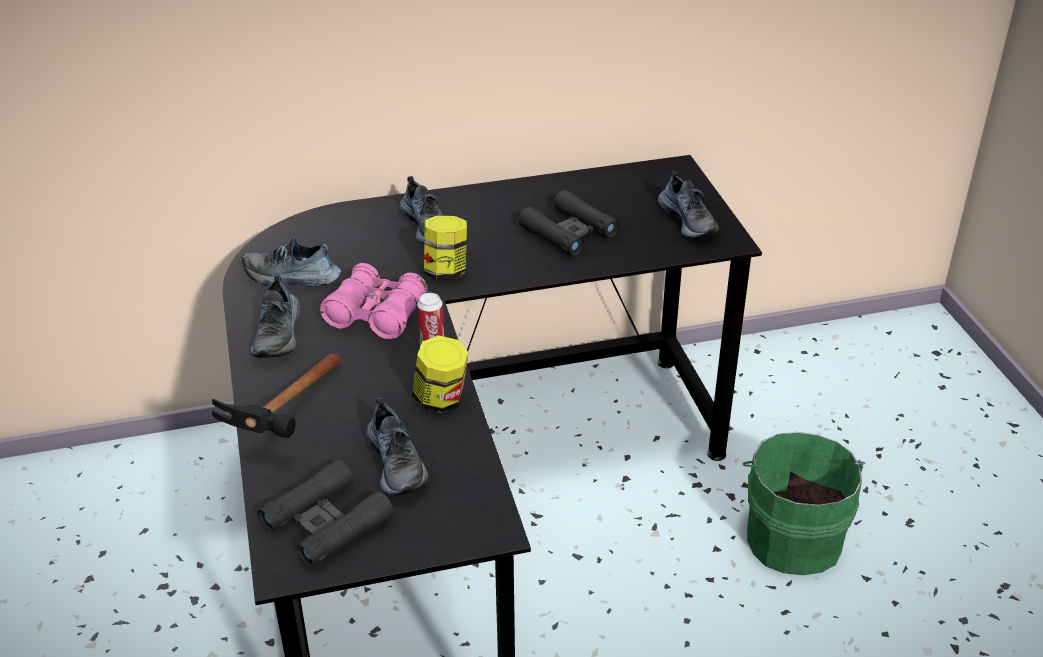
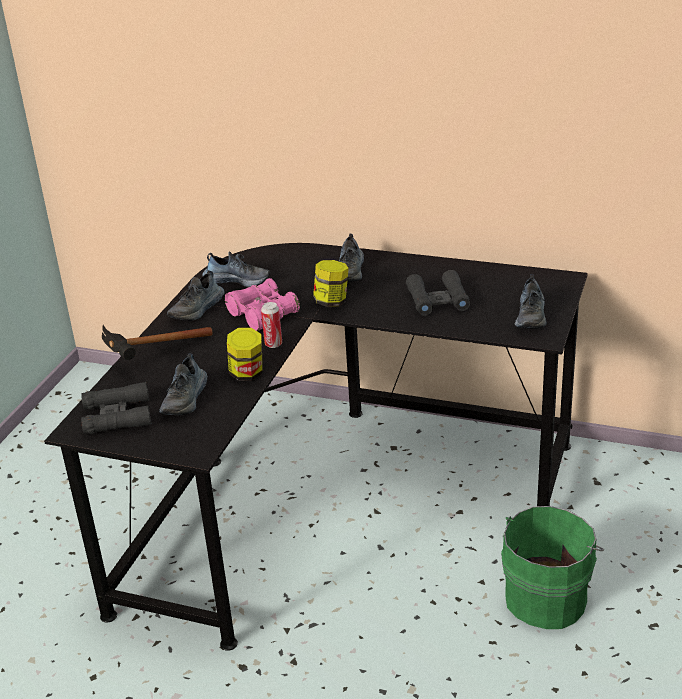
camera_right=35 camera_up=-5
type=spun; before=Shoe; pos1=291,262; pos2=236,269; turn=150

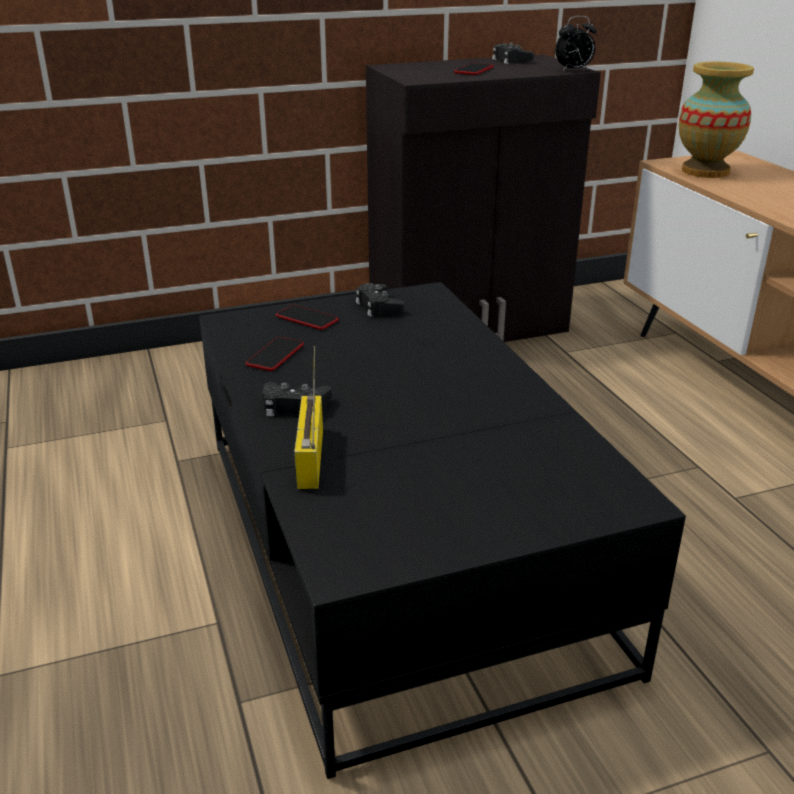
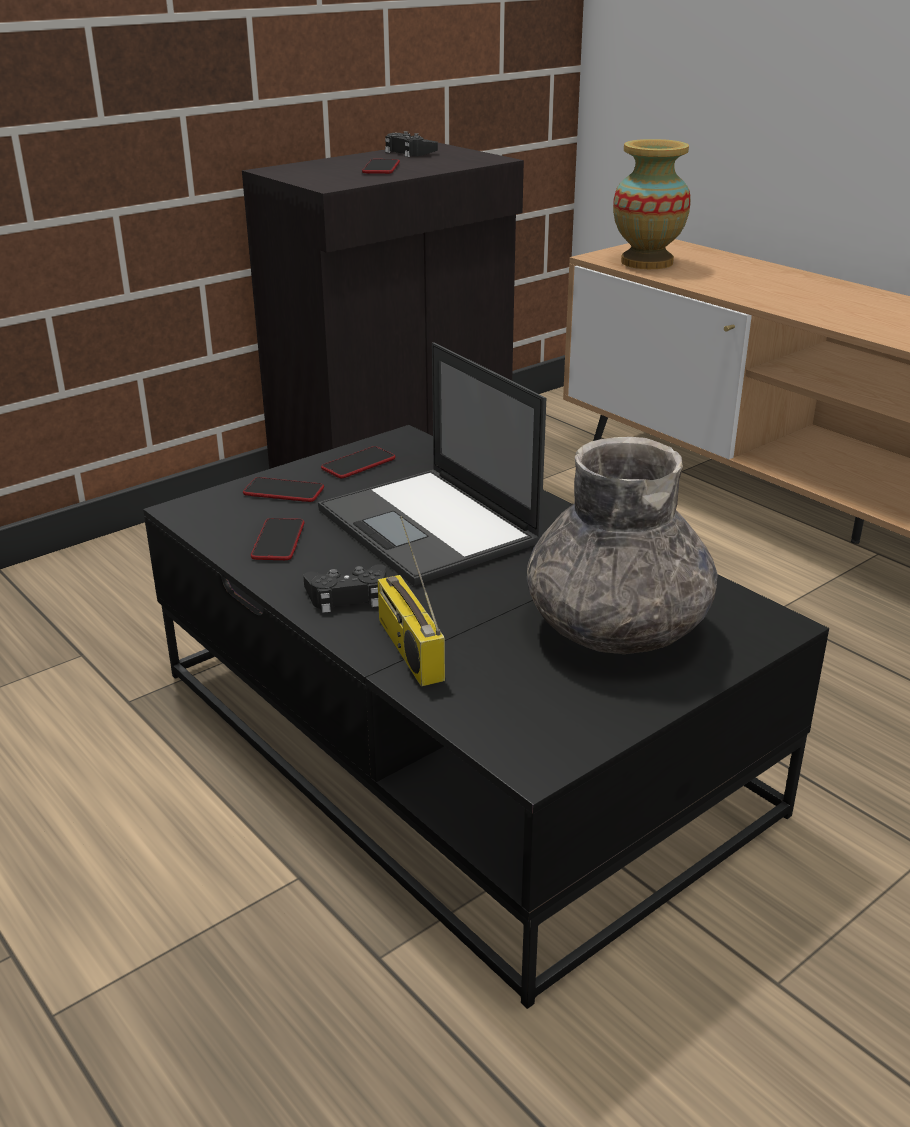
camera_right=-20 camera_up=0
type=appeared; after=Laptop; pos2=432,464
type=exchanged; before=BlackGameController; after=Phone; pos1=380,300; pos2=358,462
type=appeared; after=GreyVase; pos2=622,545
type=missing; before=AlarmClock; pos1=576,43

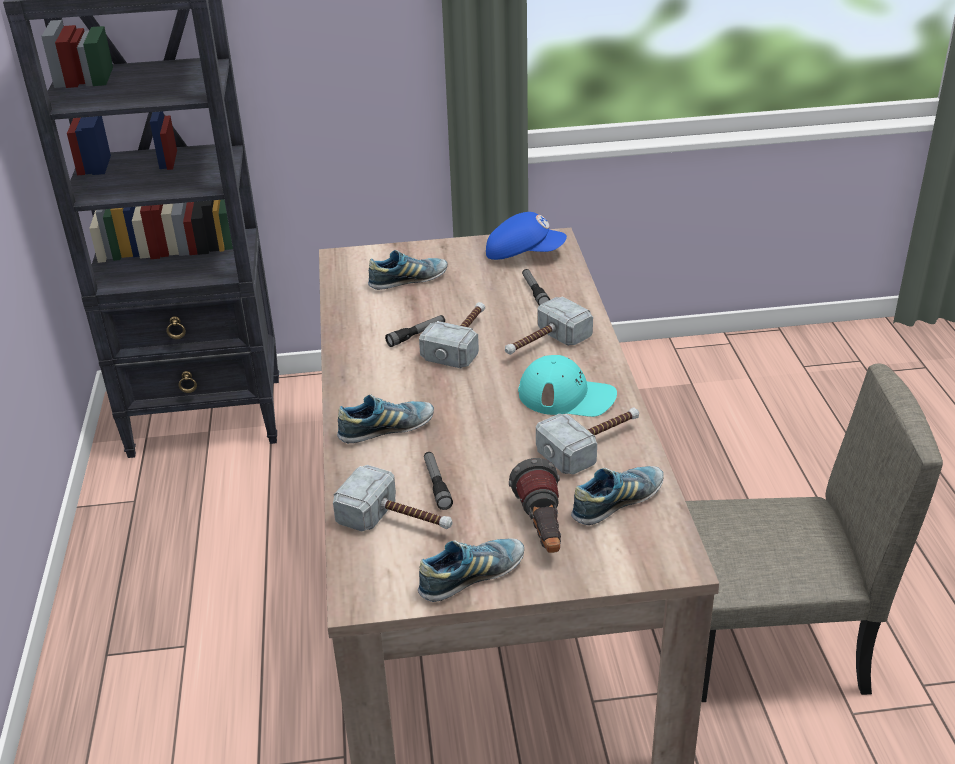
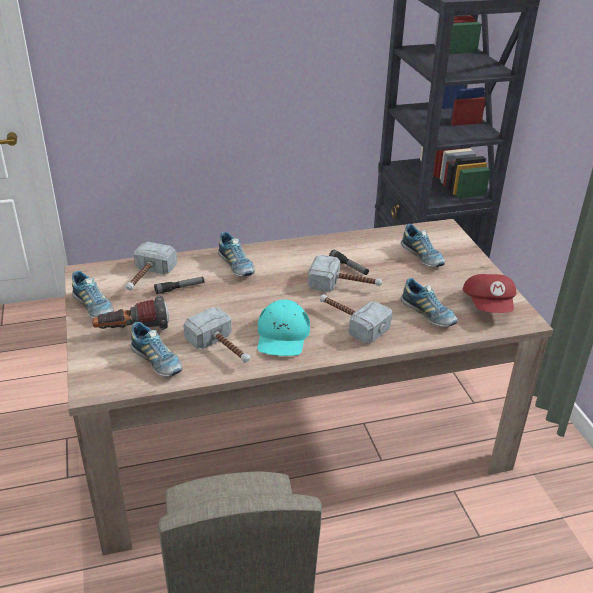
camera_right=80 camera_up=0
type=exchanged; before=Flashlight; after=Shoe; pos1=536,287; pos2=429,302
type=colour; before=BlueCap; after=RedCap; pos1=526,236; pos2=490,293

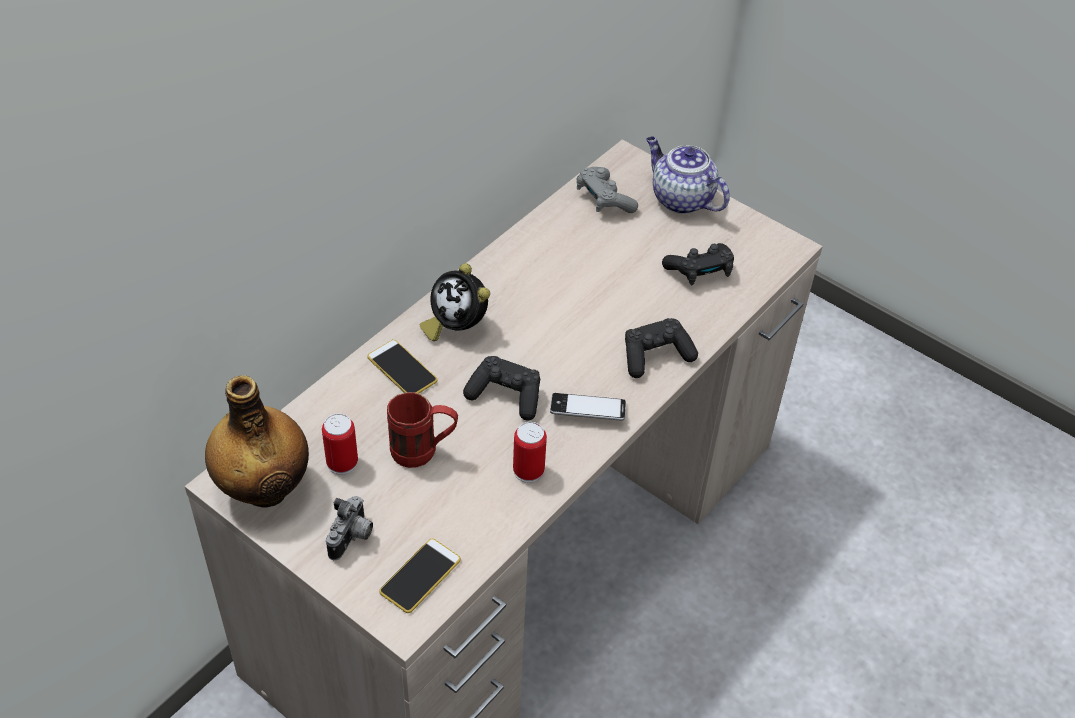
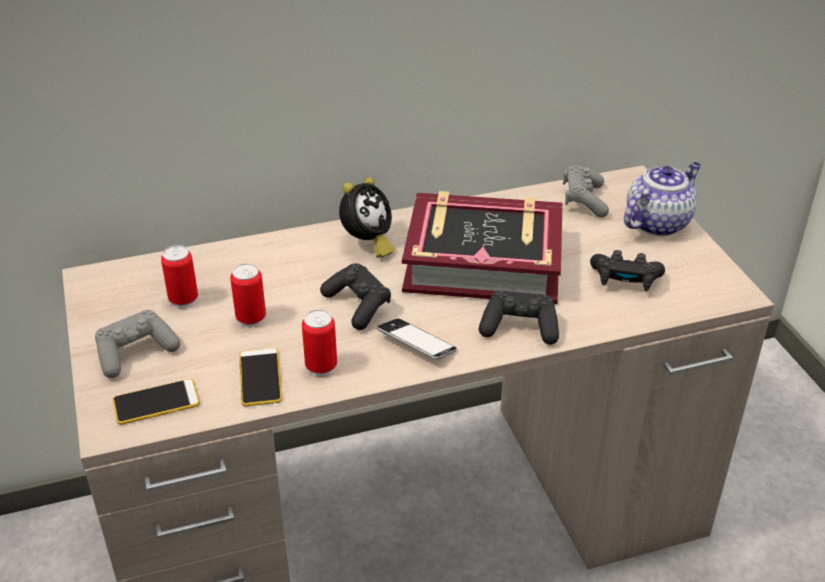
camera_right=35 camera_up=-10
type=exchanged; before=PhotoCamera; after=GreyGameController; pos1=349,528; pos2=137,344
type=exchanged; before=RedMug; after=Can; pos1=422,430; pos2=248,295
type=relocated; before=Phone; pos1=402,367; pos2=260,377
type=spun; before=AlarmClock; pos1=455,302; pos2=367,217; turn=-135
type=appeared; after=Book; pos2=482,247
type=spun; before=Teapot; pos1=688,175; pos2=662,199; turn=60
type=missing; before=Bottle; pos1=257,441

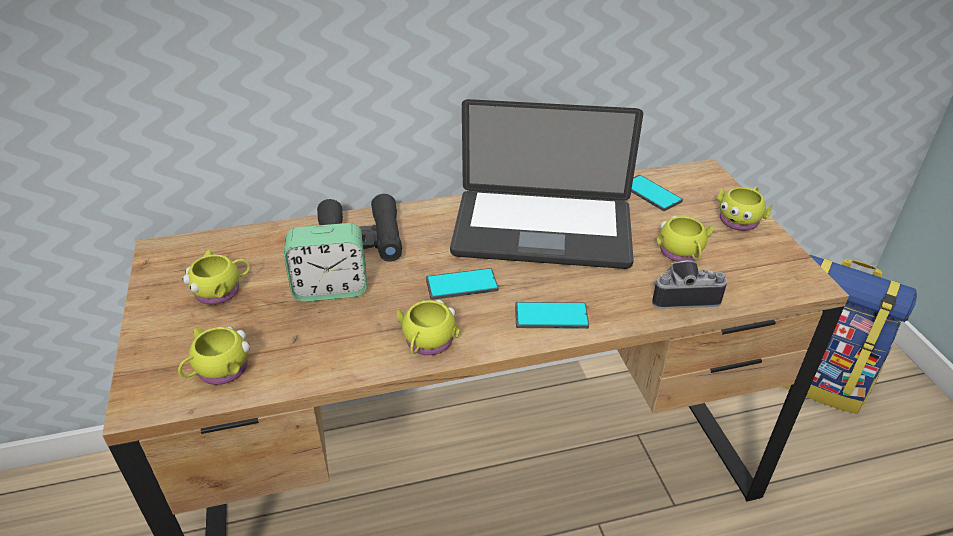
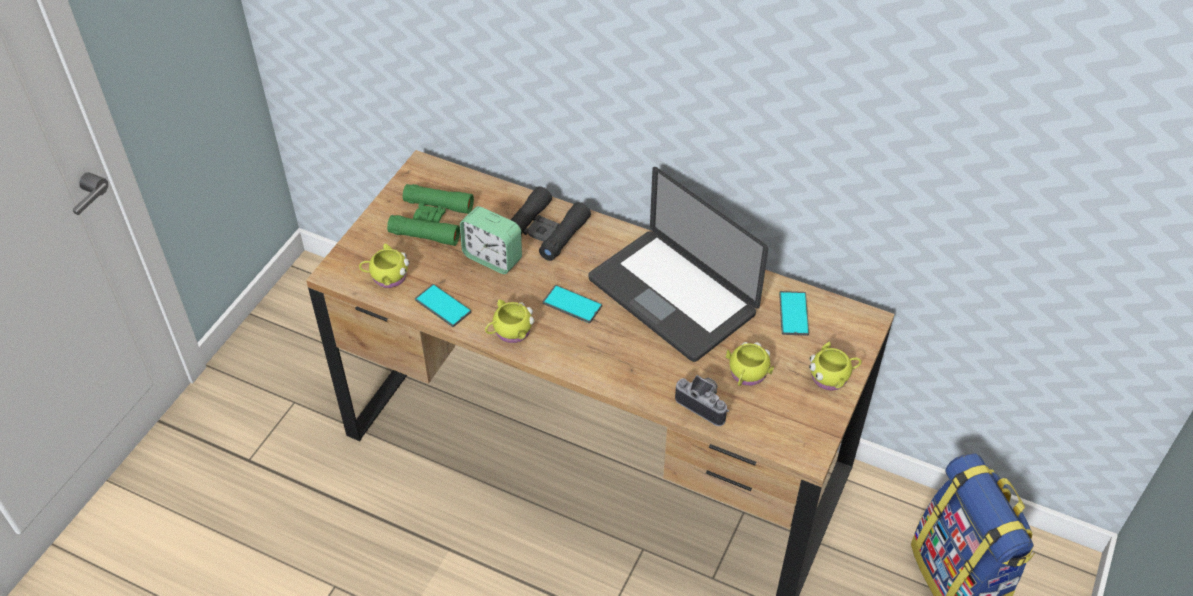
camera_right=40 camera_up=10
type=exchanged; before=YellowMug; after=GreenBinoculars; pos1=216,277; pos2=430,215
type=relocated; before=Phone; pos1=552,315; pos2=443,305

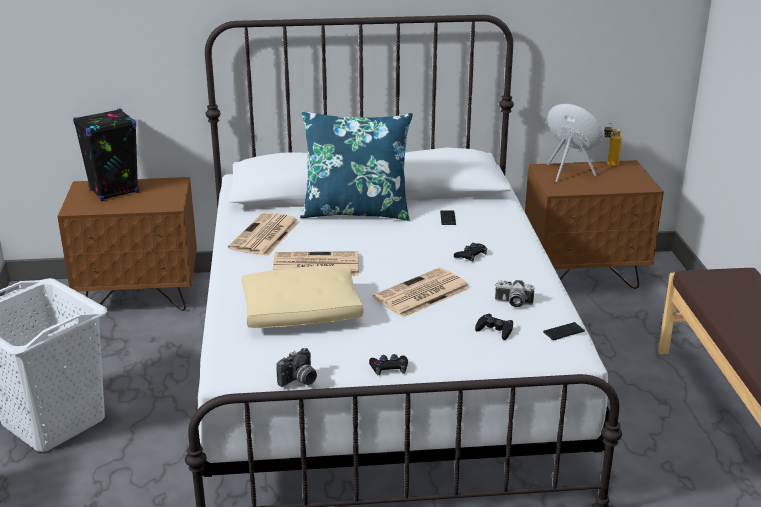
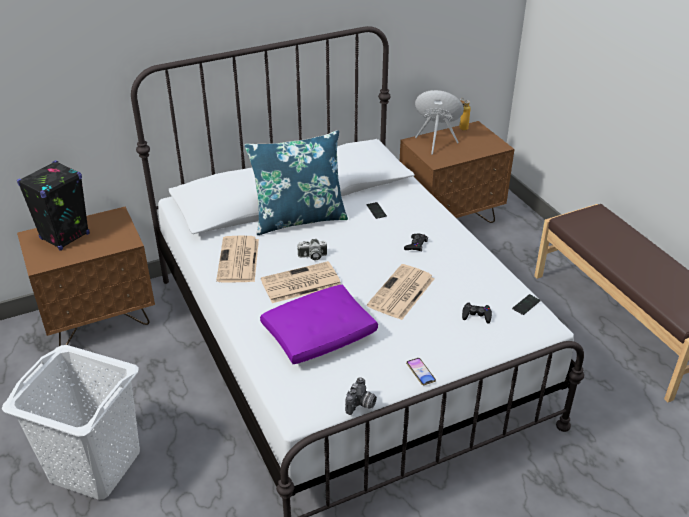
camera_right=-20 camera_up=10
type=colour; before=BeigePillow; after=PurplePillow; pos1=302,297; pos2=319,324
type=relocated; before=PhotoCamera; pos1=514,293; pos2=312,250
type=exchanged; before=BlackGameController; after=Phone; pos1=388,364; pos2=421,371

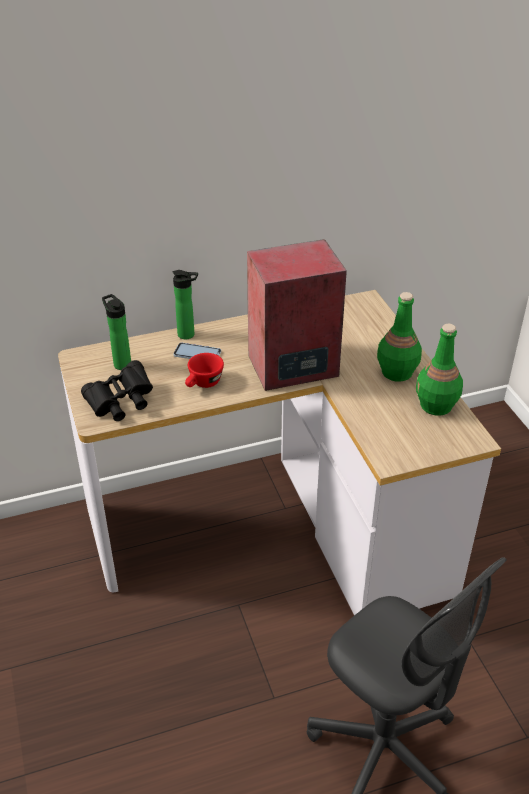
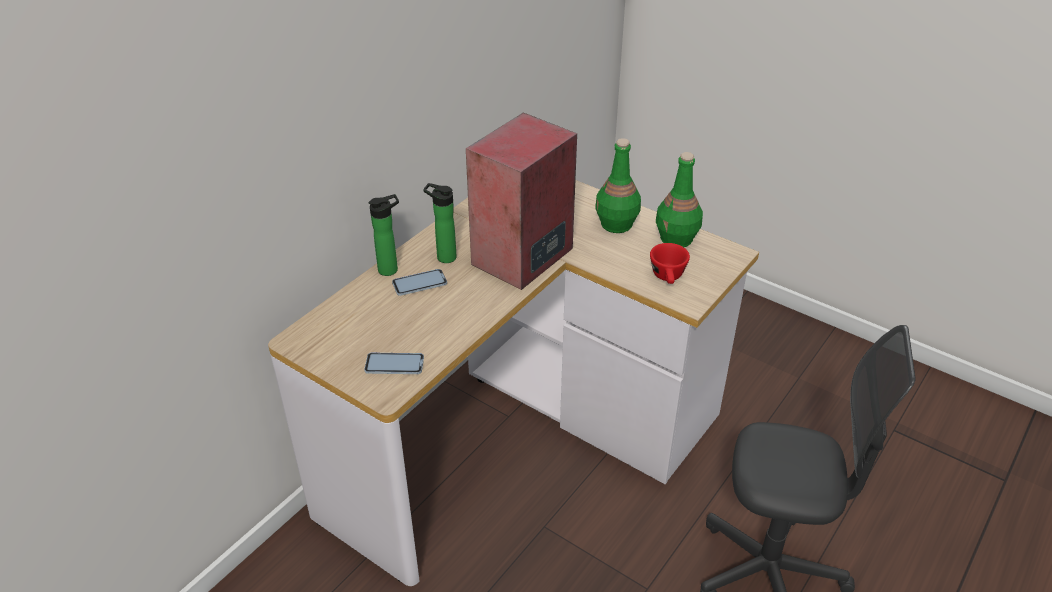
camera_right=-35 camera_up=0
type=exchanged; before=BlackBinoculars; after=Phone; pos1=117,390; pos2=394,363
type=relocated; before=Bottle; pos1=116,332; pos2=440,223
type=relocated; before=RedCup; pos1=204,370; pos2=670,263

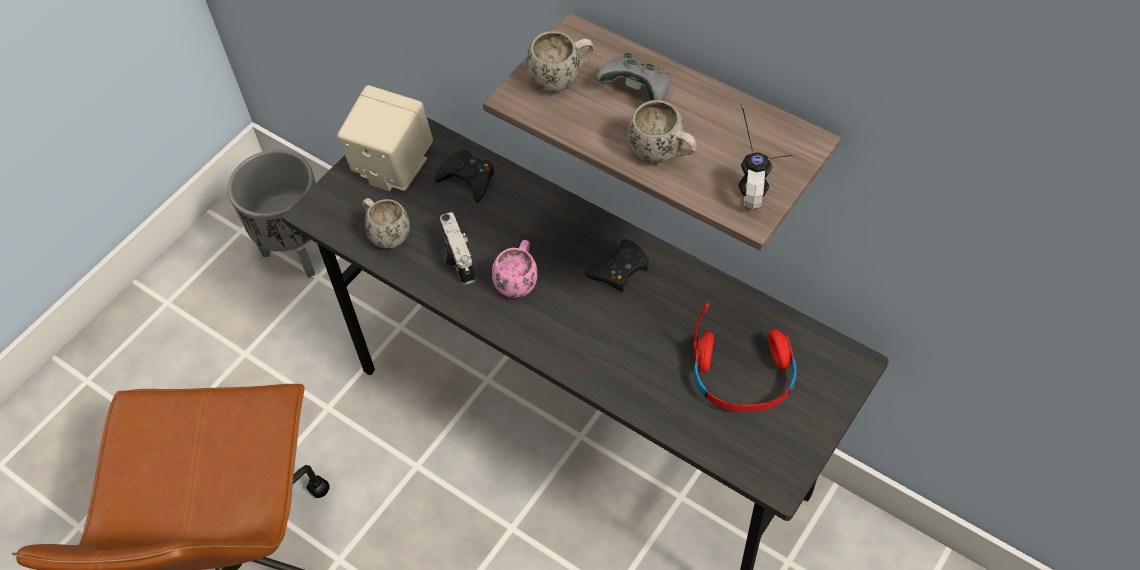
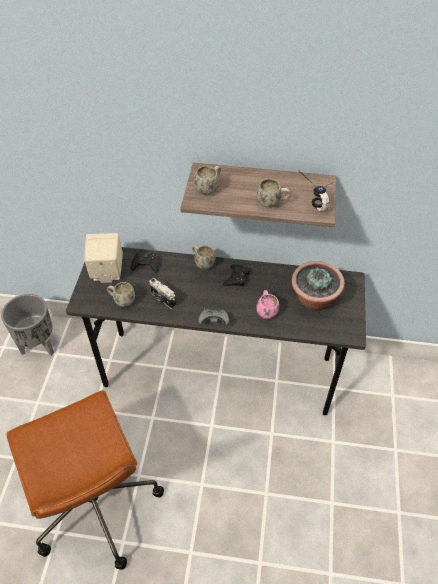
camera_right=-30 camera_up=-5
type=appeared; after=WhiteMug; pos2=203,257
type=relocated; before=GreyGameController; pos1=633,76; pos2=213,316
type=relocated; before=PinkMug; pos1=514,269; pos2=267,304
type=exchanged; before=RedHeadphones; after=PottedPlant; pos1=745,357; pos2=318,286

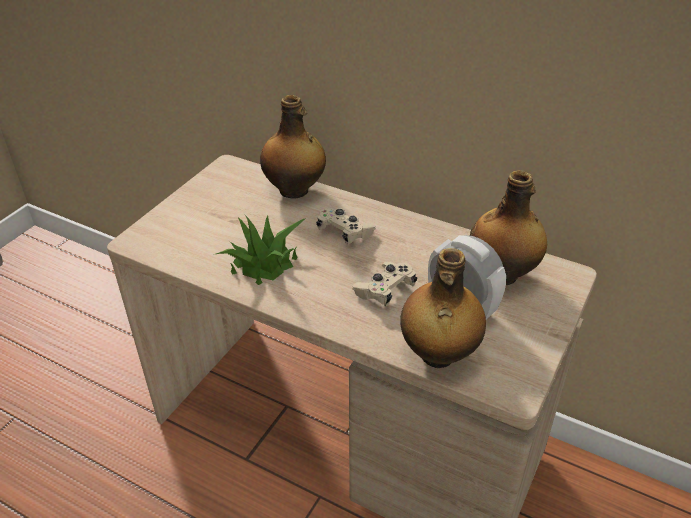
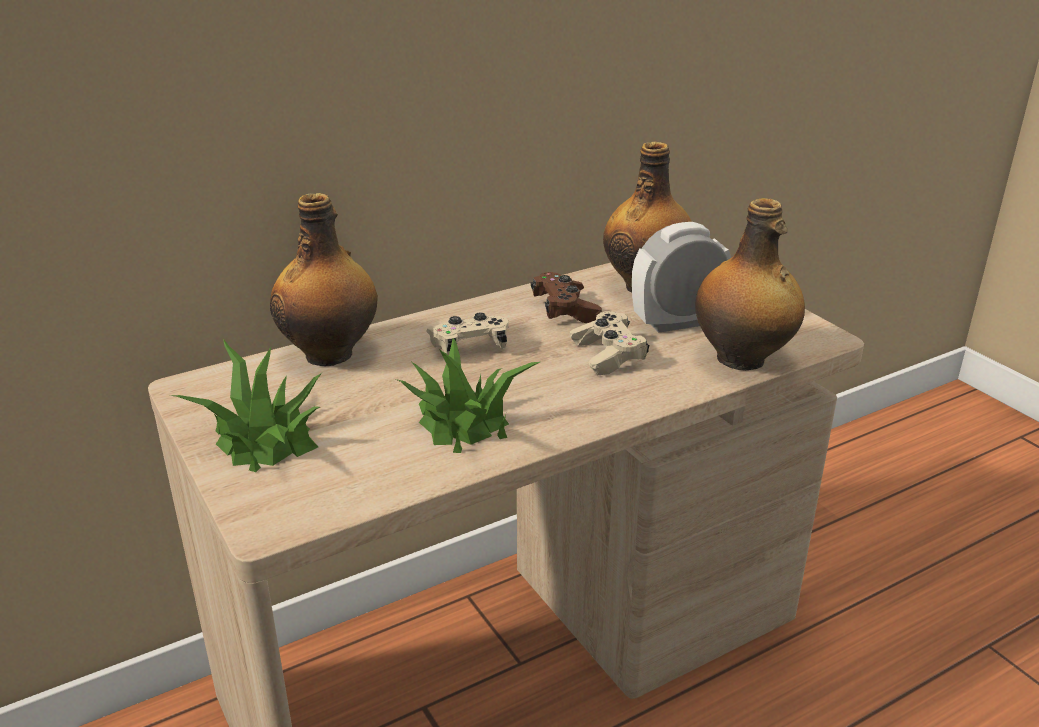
camera_right=-60 camera_up=-10
type=appeared; after=PottedPlant; pos2=246,405
type=appeared; after=BrownGameController; pos2=566,297

